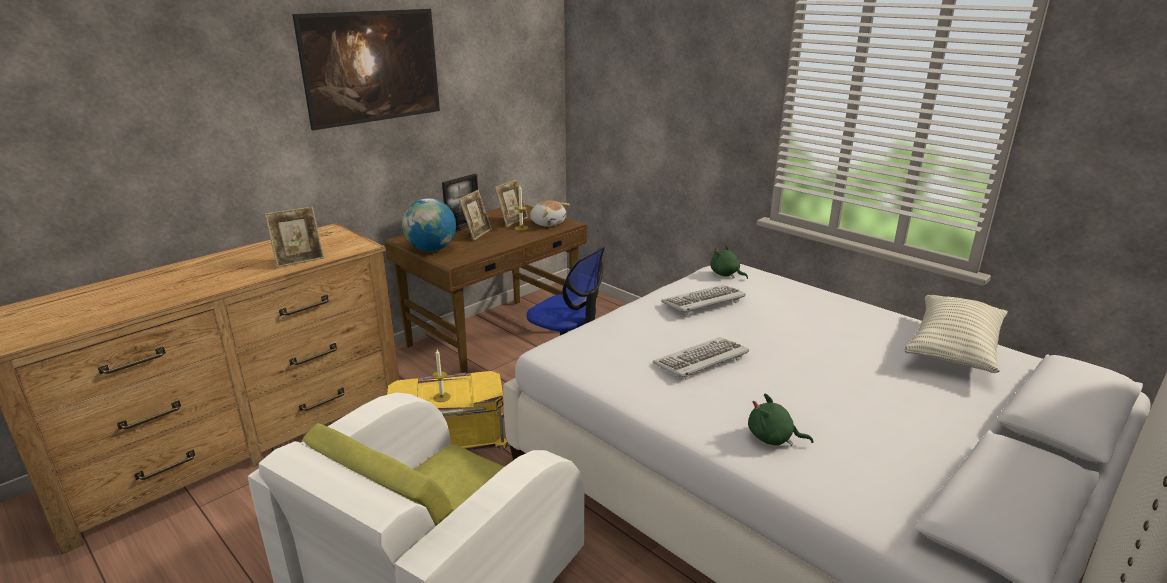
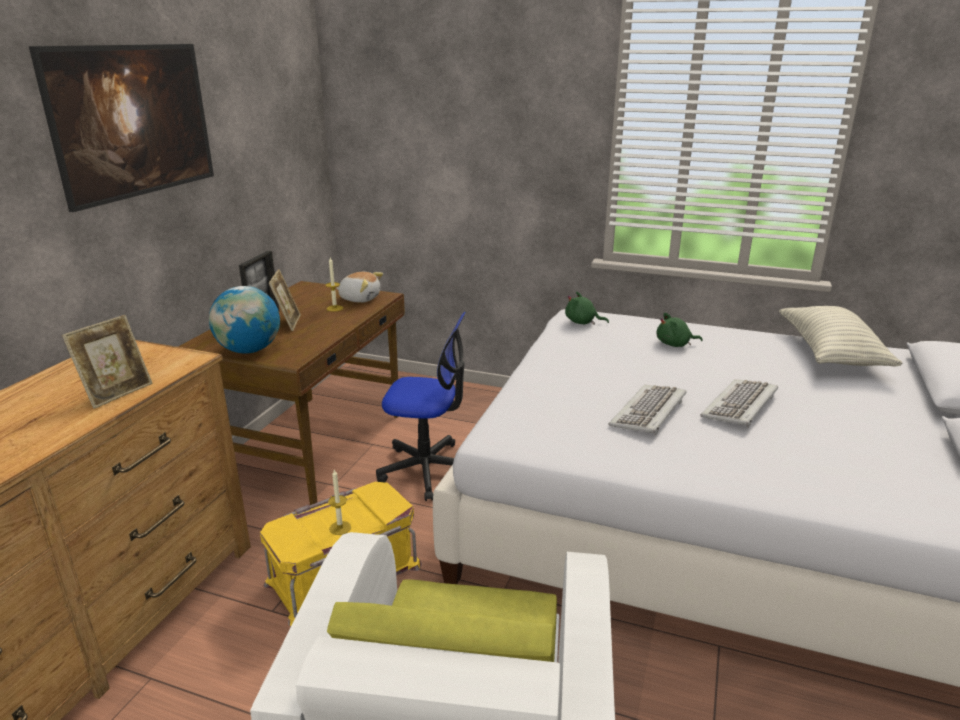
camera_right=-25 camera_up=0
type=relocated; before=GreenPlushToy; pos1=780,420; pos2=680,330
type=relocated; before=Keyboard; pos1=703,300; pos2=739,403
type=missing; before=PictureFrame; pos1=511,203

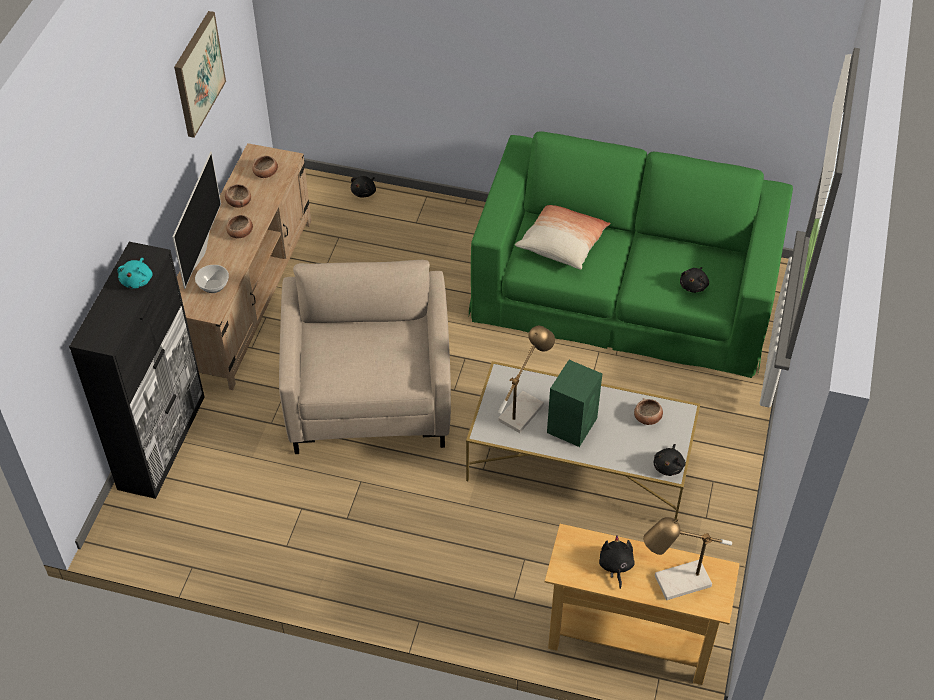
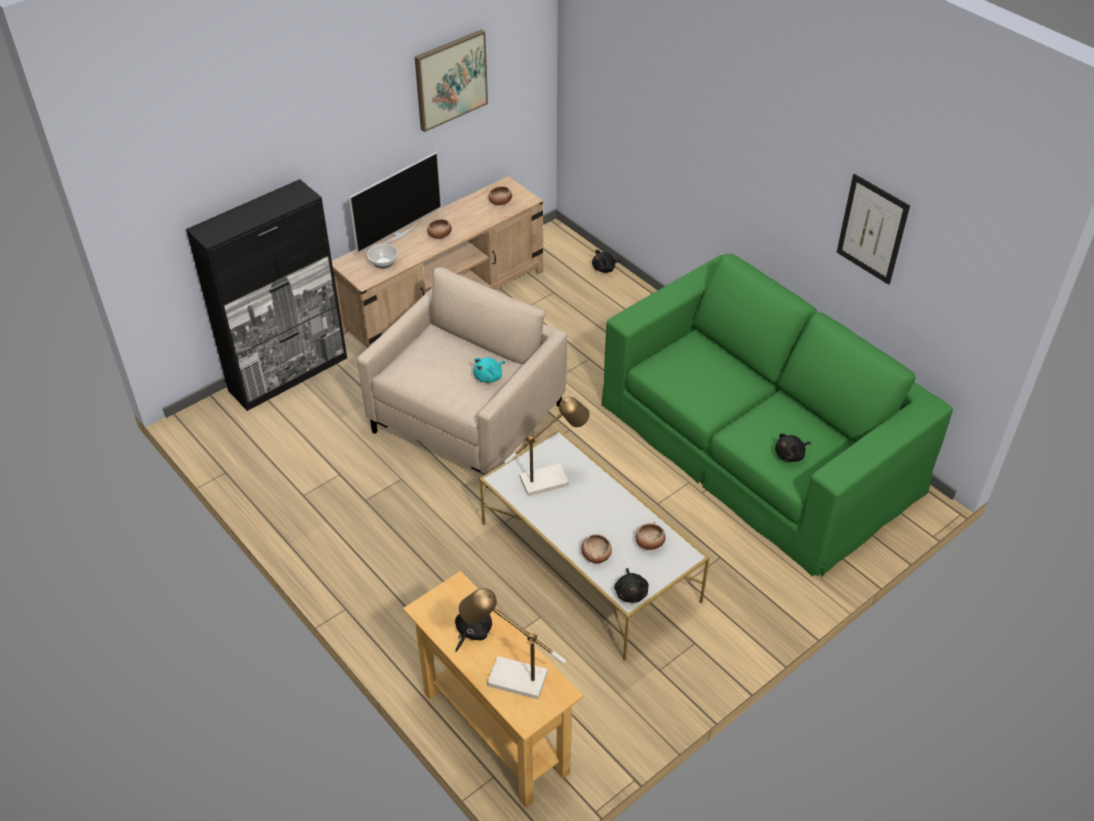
camera_right=35 camera_up=-5
type=relocated; before=TurquoisePlushToy; pos1=135,273; pos2=489,370
type=relocated; before=Bowl; pos1=238,196; pos2=596,548
type=spun; before=BlackPlushToy; pos1=670,460; pos2=631,585; turn=-60
type=appeared; after=Picture; pos2=873,229
type=missing; before=Pillow; pos1=563,237
type=missing; before=GreenSpeaker; pos1=574,403

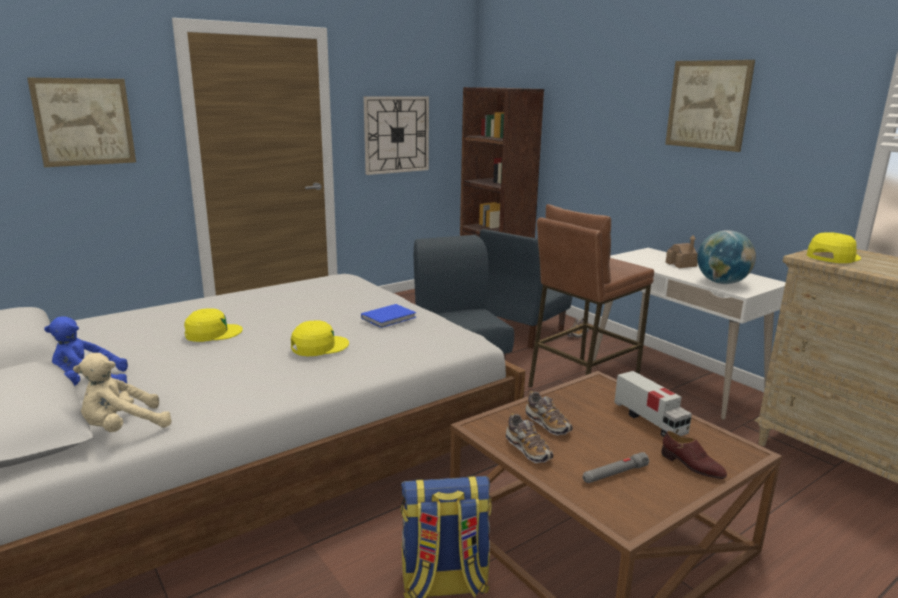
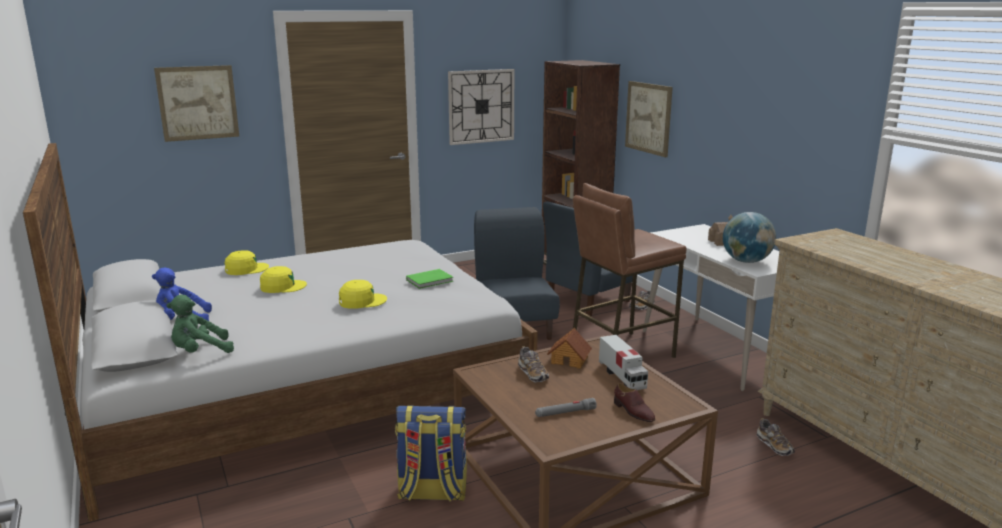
camera_right=10 camera_up=0
type=colour; before=BeigePlushToy; after=GreenPlushToy; pos1=122,392; pos2=200,324
type=relocated; before=YellowCap; pos1=834,247; pos2=247,262
type=colour; before=BlueBook; after=GreenBook; pos1=388,316; pos2=429,279
type=appeared; after=ToyHouse; pos2=569,348
type=relocated; before=Picture; pos1=710,106; pos2=649,119
type=relocated; before=Shoe; pos1=529,438; pos2=776,437

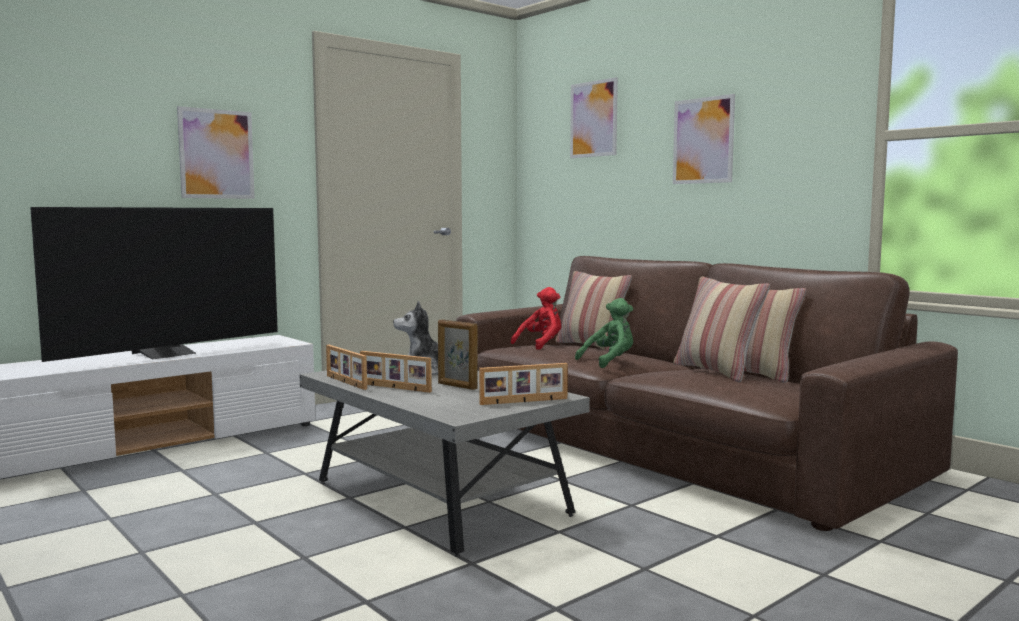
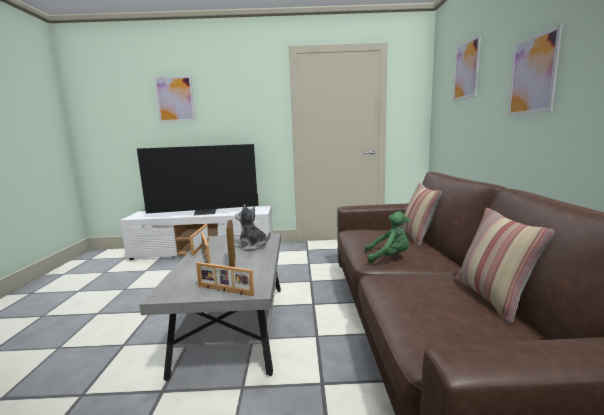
camera_right=40 camera_up=5
type=relocated; before=Picture; pos1=216,152; pos2=175,99
type=missing; before=RedPlushToy; pos1=536,318
type=missing; before=Pillow; pos1=721,329

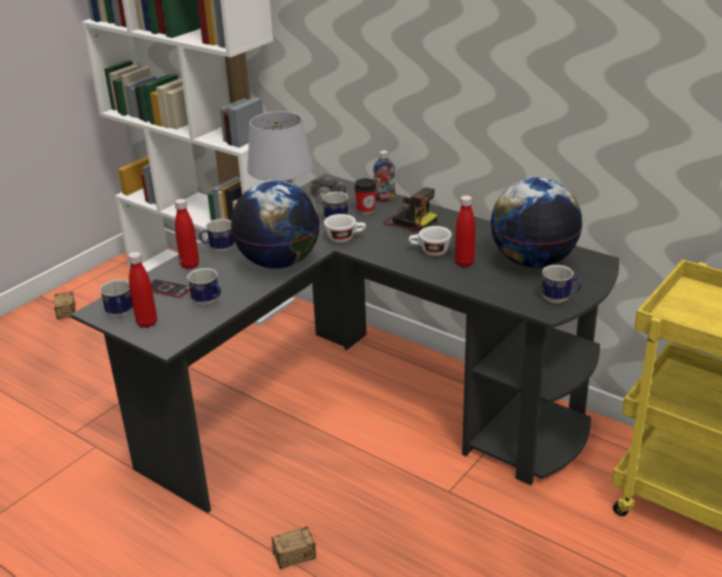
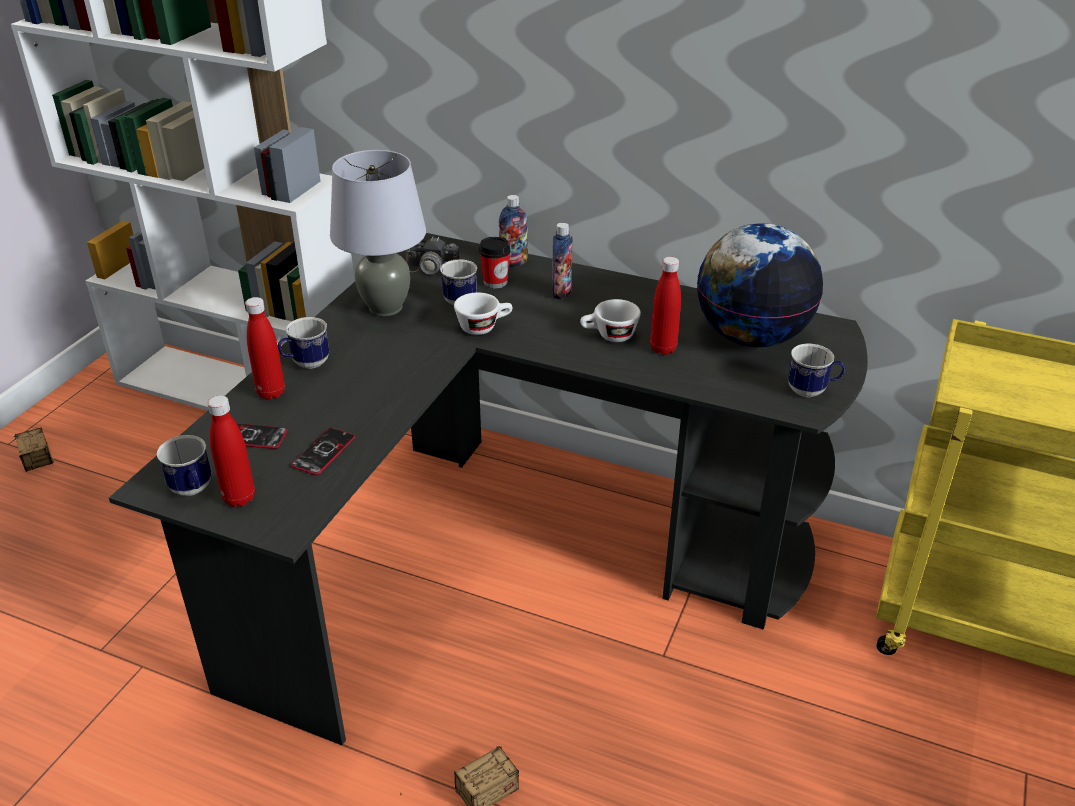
camera_right=-15 camera_up=5
type=exchanged; before=Mug; after=Phone; pos1=204,287; pos2=323,451
type=exchanged; before=PhotoCamera; after=Bottle; pos1=410,209; pos2=562,261
type=missing; before=Globe; pos1=275,224

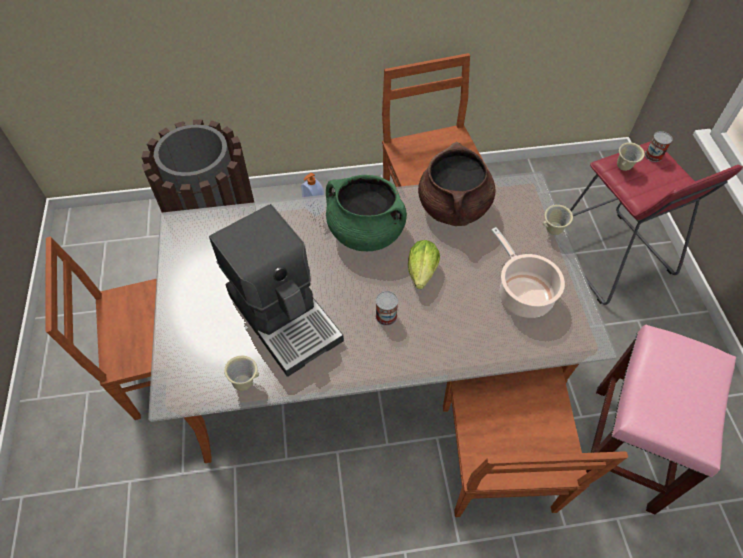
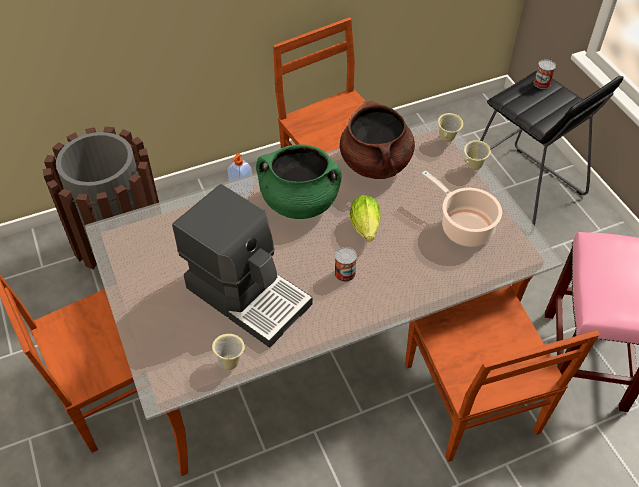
camera_right=-15 camera_up=-5
type=relocated; before=BeigeMug; pos1=631,156; pos2=450,127
type=colour; before=RedStool; after=BlackStool; pos1=656,223; pos2=551,148

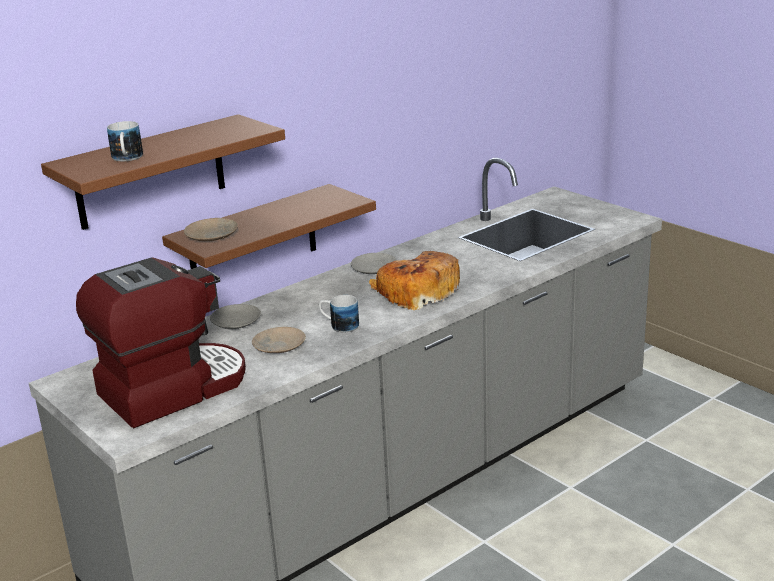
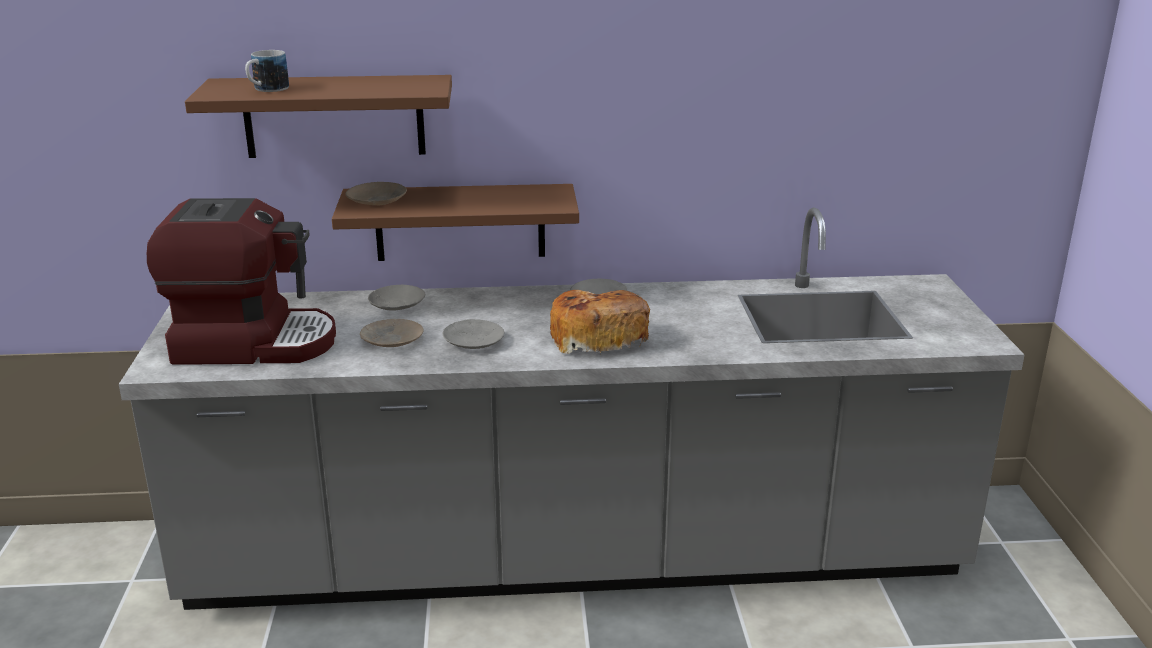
camera_right=35 camera_up=0
type=exchanged; before=Mug; after=GreyPlate; pos1=339,313; pos2=473,334

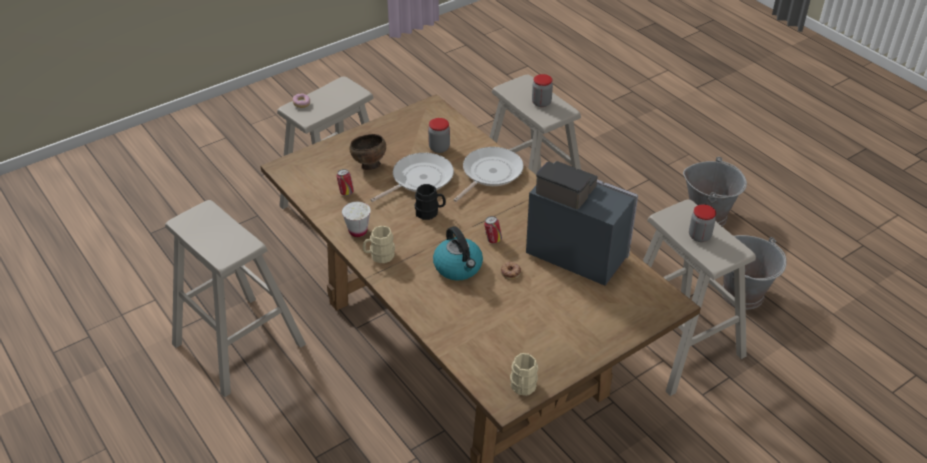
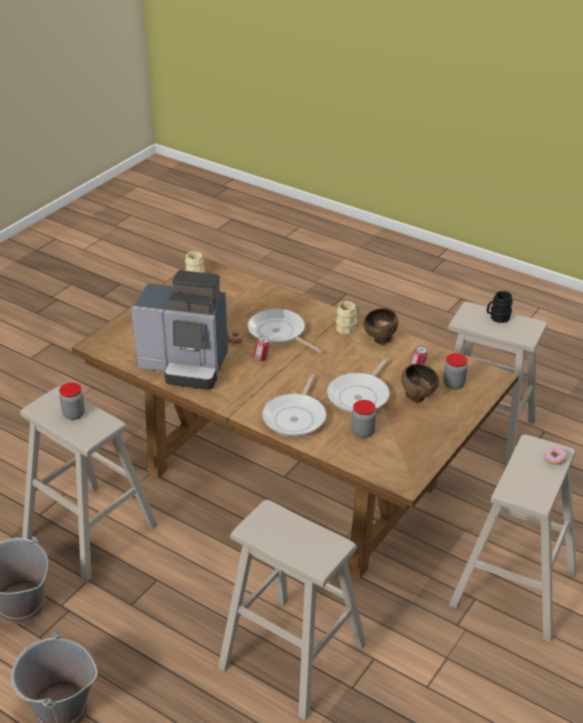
camera_right=160 camera_up=-5
type=exchanged; before=Kettle; after=FryingPan; pos1=458,253; pos2=285,331
type=exchanged; before=WhiteCup; after=BrownBowl; pos1=356,219; pos2=380,326
type=relocated; before=Jar; pos1=542,90; pos2=455,371
type=relocated; before=BlackMug; pos1=430,202; pos2=500,307

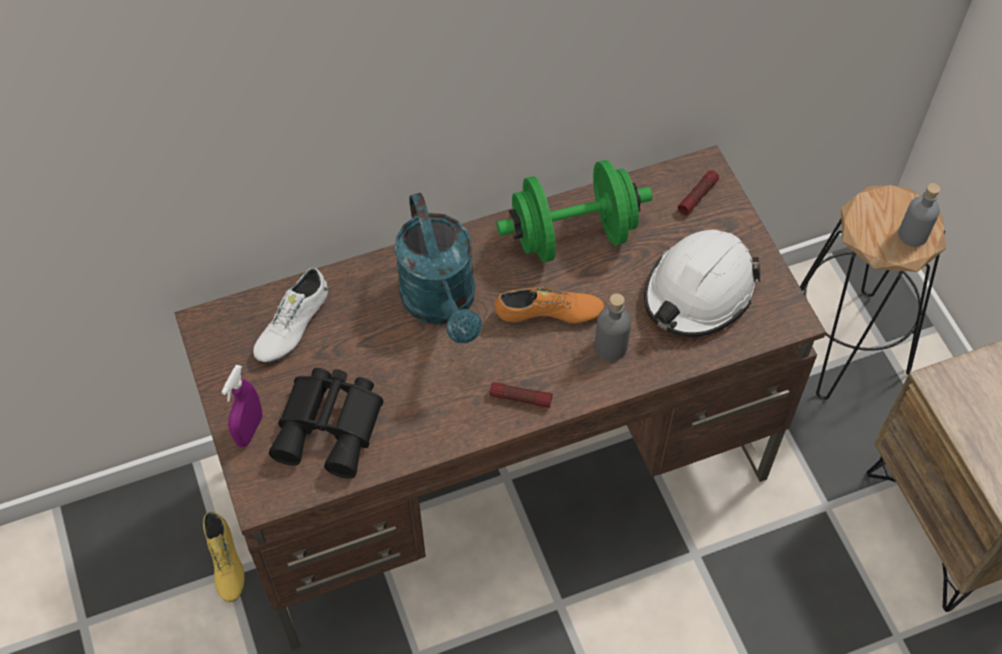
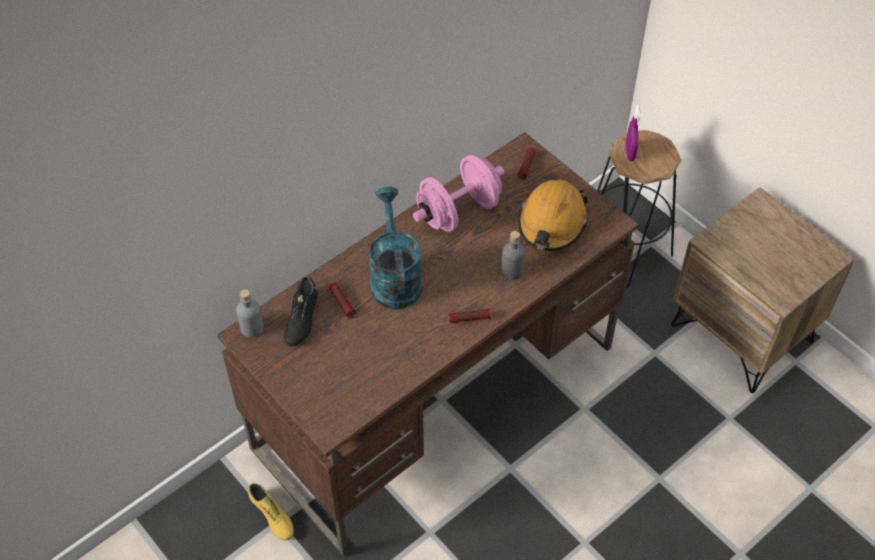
camera_right=-20 camera_up=-5
type=relocated; before=GreyBottle; pos1=919,215; pos2=249,313
type=colour; before=WhiteShoe; after=BlackShoe; pos1=290,315; pos2=301,311
type=appeared; after=Flashlight; pos2=342,300
type=spun; before=TurquoiseWateringCan; pos1=438,268; pos2=395,248; turn=-150
type=colour; before=GreenDumbbell; after=PinkDumbbell; pos1=574,211; pos2=458,193
type=colour; before=WhiteHardHat; after=OrangeHardHat; pos1=702,283; pos2=553,215
type=relocated; before=PurpleSprayBottle; pos1=241,406; pos2=633,132
type=missing; before=BlackBinoculars; pos1=326,423
type=missing; before=OrangeShoe; pos1=549,305

